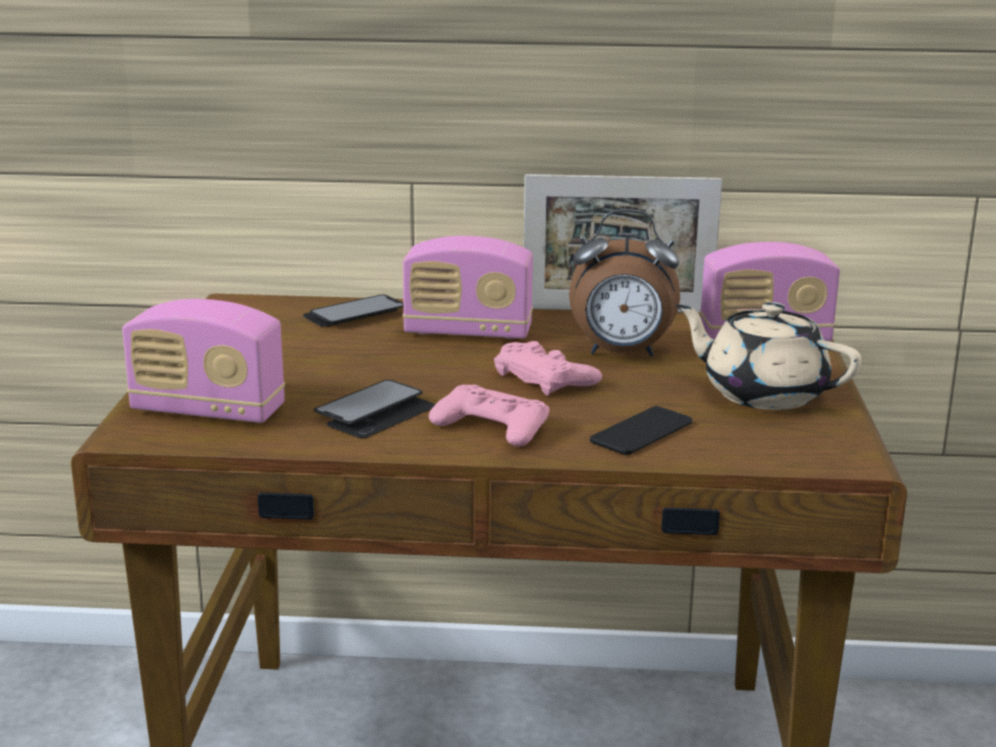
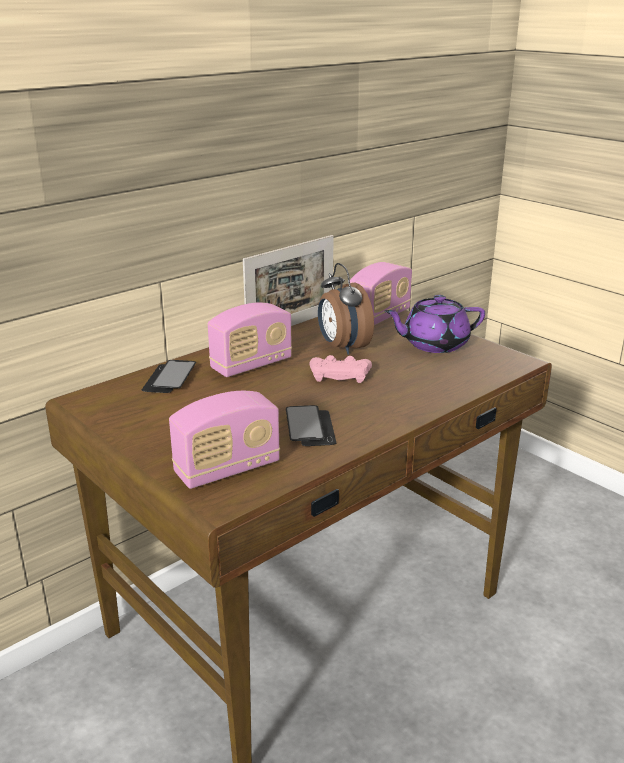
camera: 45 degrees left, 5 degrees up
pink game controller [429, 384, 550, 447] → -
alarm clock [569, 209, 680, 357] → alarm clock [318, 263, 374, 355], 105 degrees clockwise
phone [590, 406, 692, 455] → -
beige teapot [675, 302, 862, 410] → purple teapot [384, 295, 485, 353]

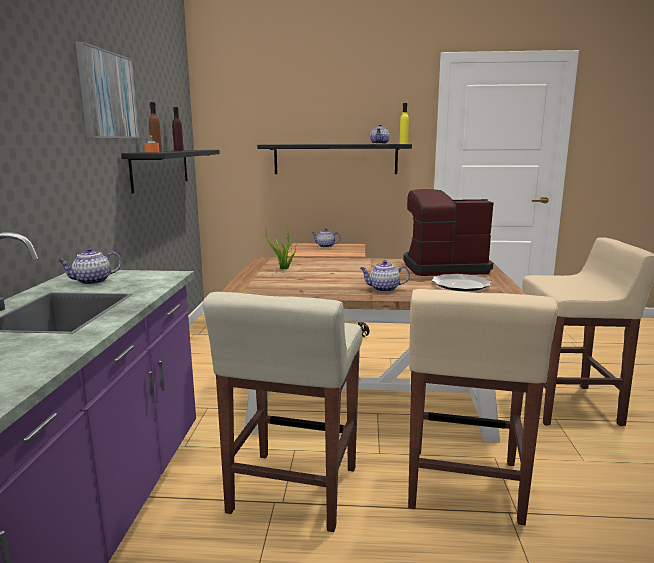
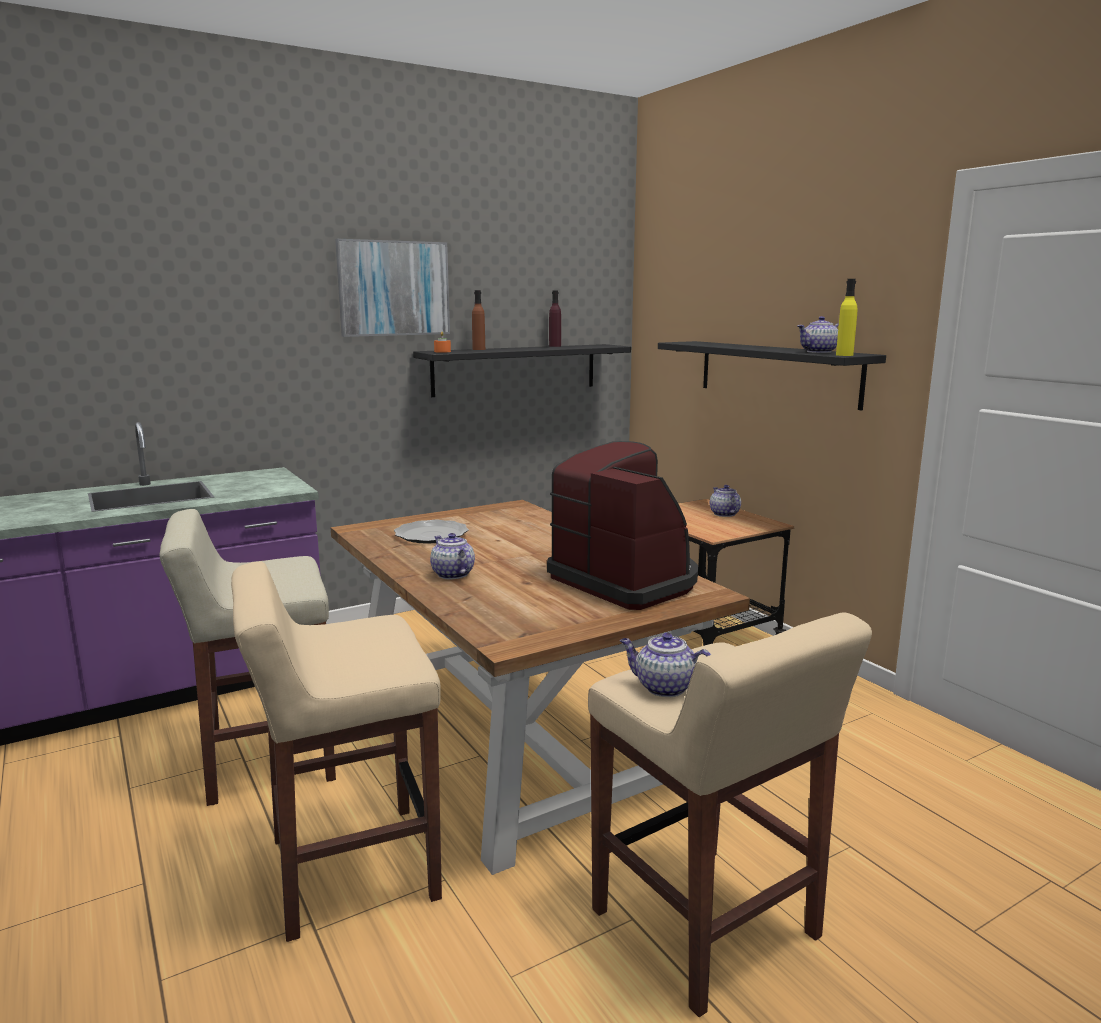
camera: 55 degrees right, 0 degrees up
teapot [57, 248, 122, 285] → teapot [620, 633, 711, 697], shifted
potted plant [263, 221, 296, 270] → -
plate [432, 274, 491, 291] → plate [394, 520, 469, 544], shifted

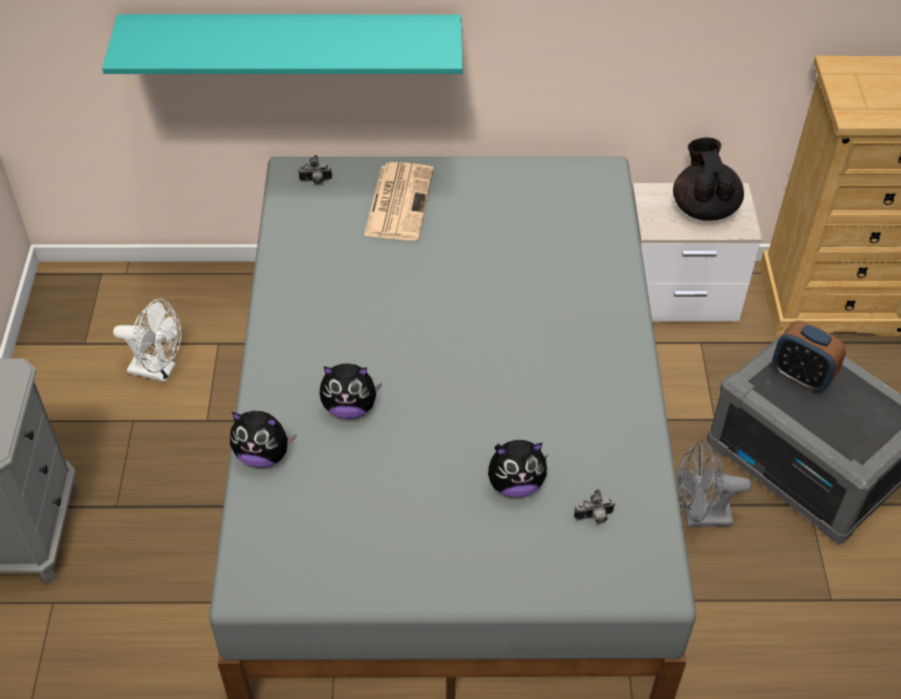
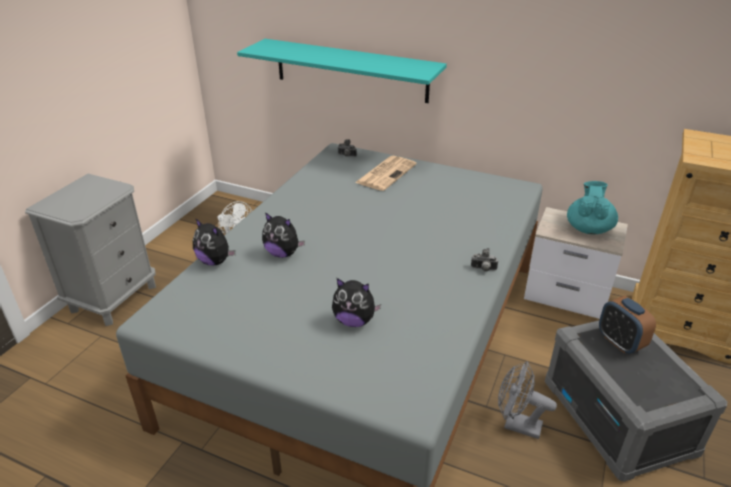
camera: 25 degrees right, 15 degrees down
photo camera [574, 489, 616, 524] → photo camera [471, 248, 498, 272], shifted
black teapot [673, 137, 744, 221] → turquoise teapot [567, 181, 618, 234]

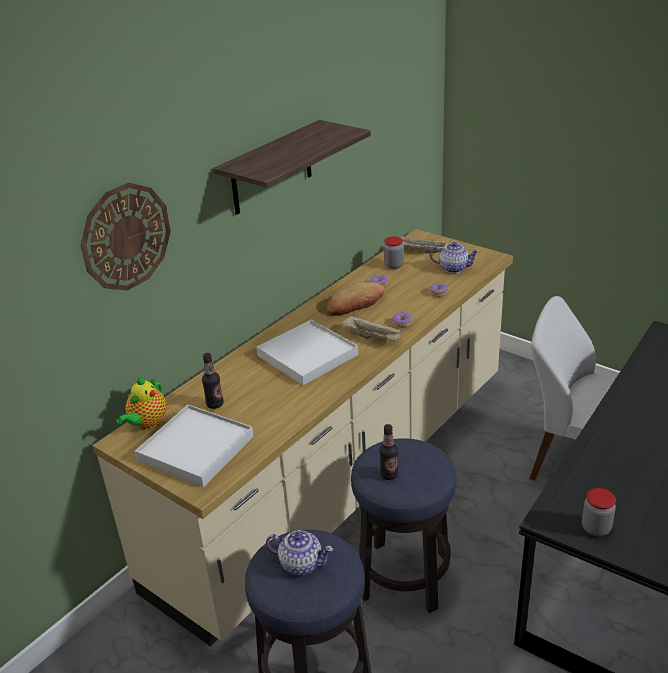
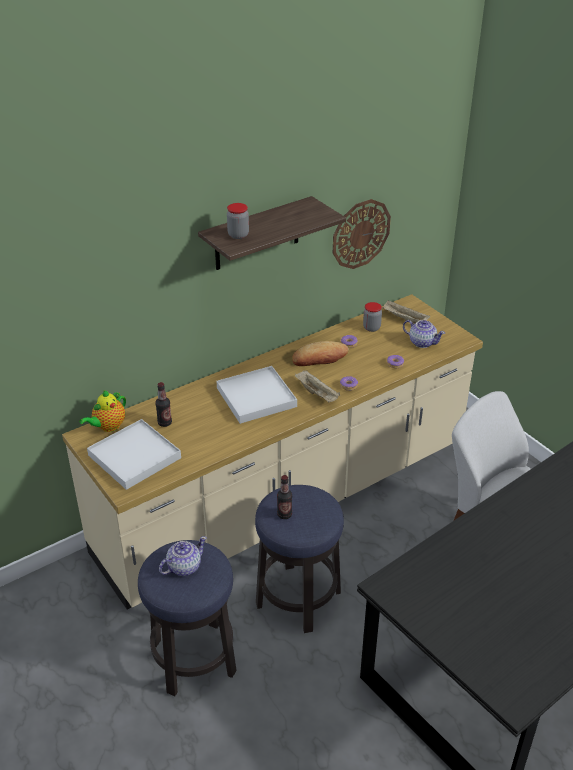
camera: 15 degrees right, 5 degrees up
wall clock [81, 182, 171, 291] → wall clock [333, 199, 391, 269], shifted
teapot [266, 530, 333, 575] → teapot [159, 536, 207, 576], 75 degrees counterclockwise
jar [582, 488, 616, 536] → jar [227, 203, 249, 239], shifted

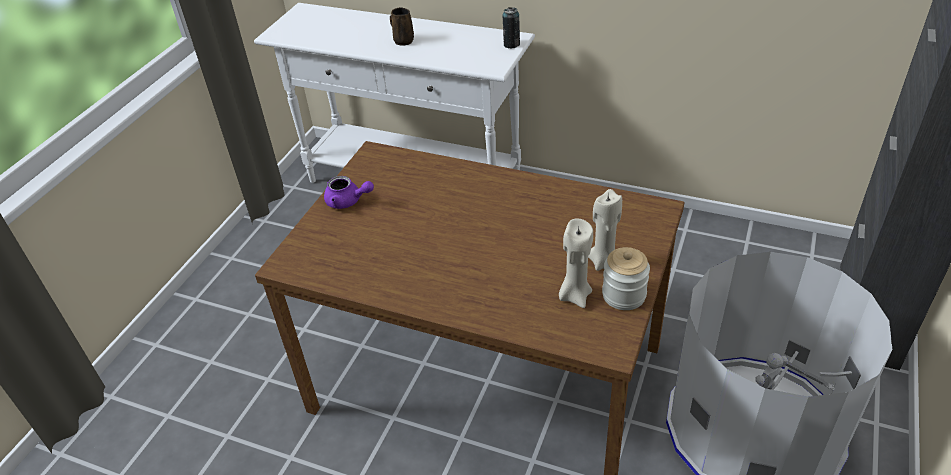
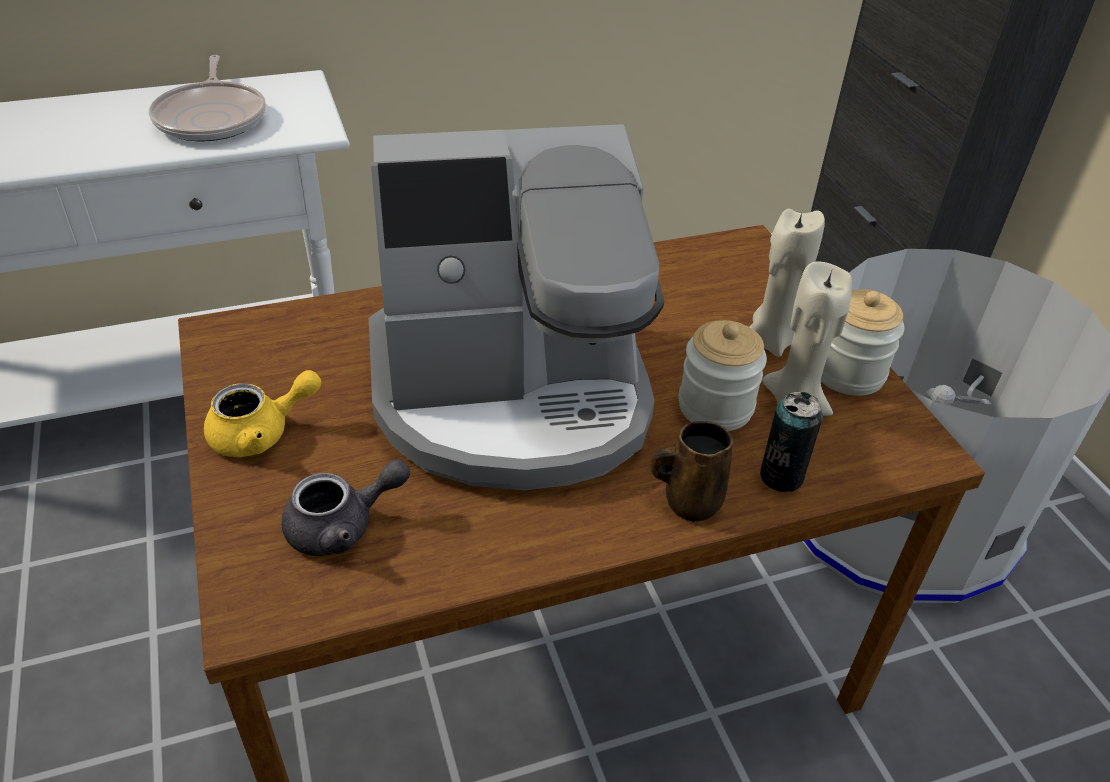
camera: 45 degrees left, 0 degrees up
purple teapot [324, 176, 374, 209] → yellow teapot [204, 370, 321, 457]
brown mug [390, 7, 414, 45] → brown mug [650, 421, 734, 522], shifted
can [503, 7, 520, 48] → can [760, 392, 823, 492], shifted
- → frying pan [149, 55, 266, 141]
- → grey teapot [281, 459, 410, 556]
- → coffee machine [369, 124, 664, 490]
- → jar [678, 320, 767, 431]

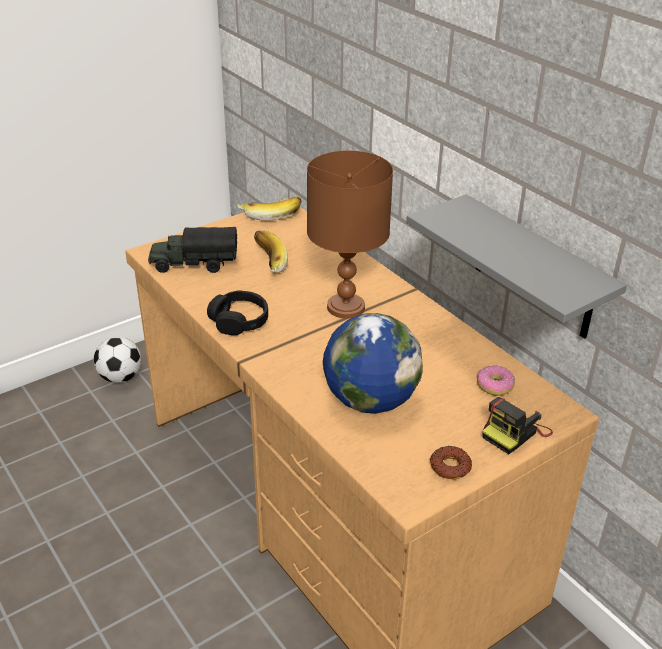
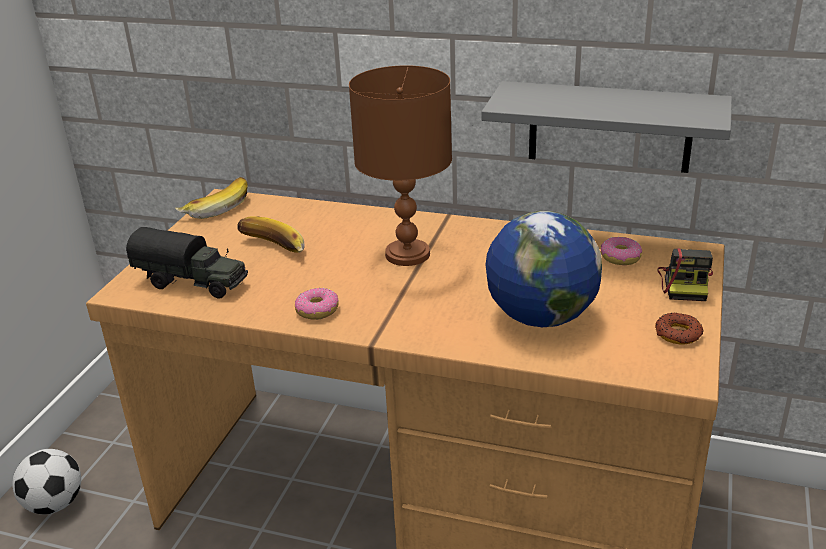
camera: 35 degrees left, 5 degrees down
toy truck [148, 227, 237, 273] → toy truck [126, 227, 248, 299], 120 degrees counterclockwise
black headphones [207, 291, 268, 335] → donut [295, 288, 339, 320]

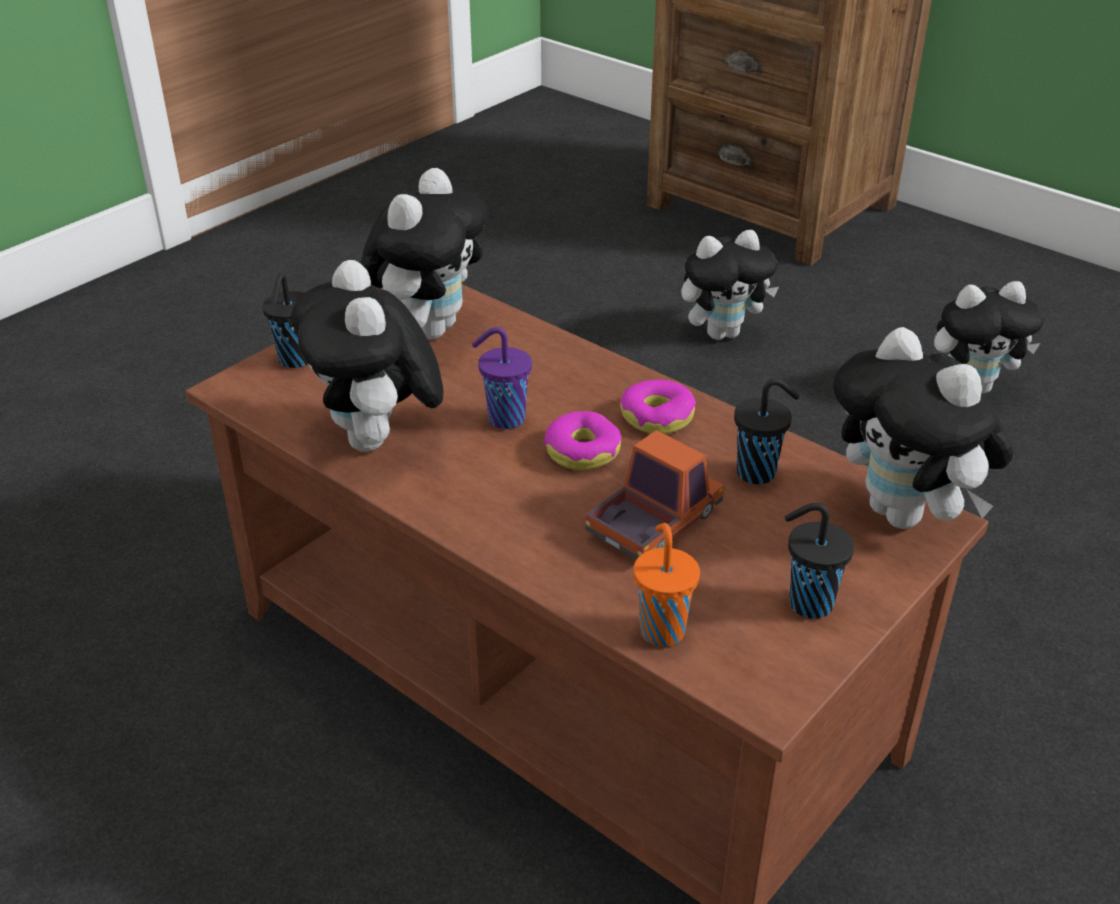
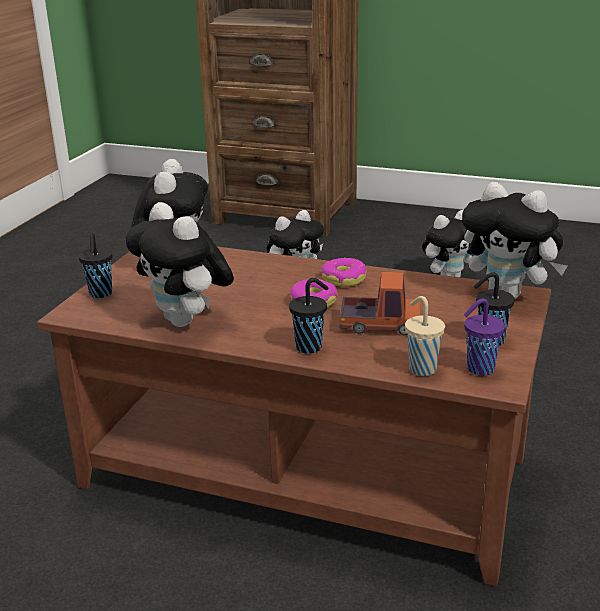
camera: 20 degrees left, 10 degrees down
purple cup [472, 327, 532, 429] → purple cup [464, 298, 505, 376], shifted
toy truck [585, 430, 724, 560] → toy truck [340, 272, 420, 336], 75 degrees clockwise
orange cup [633, 523, 700, 647] → beige cup [405, 296, 445, 376]
black cup [734, 378, 800, 484] → black cup [289, 278, 329, 354], shifted

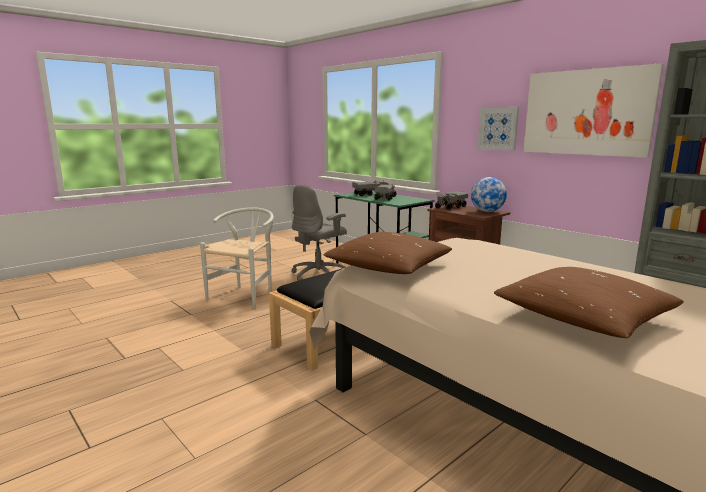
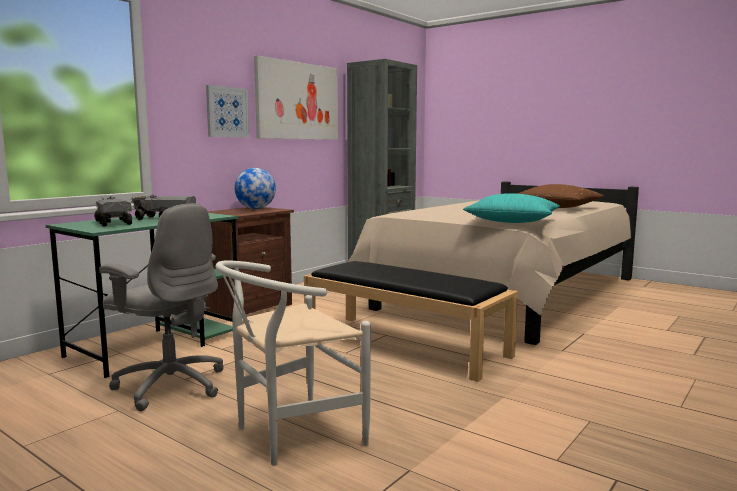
camera: 100 degrees left, 5 degrees down
white chair [200, 208, 274, 309] → white chair [215, 260, 371, 466], 45 degrees counterclockwise
brown pillow [324, 232, 452, 274] → turquoise pillow [463, 193, 560, 223]
toy truck [435, 191, 468, 210] → -

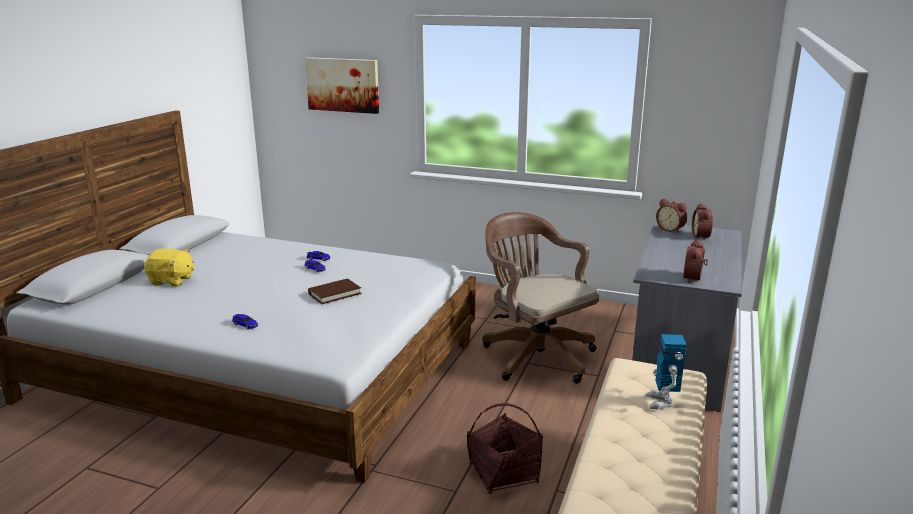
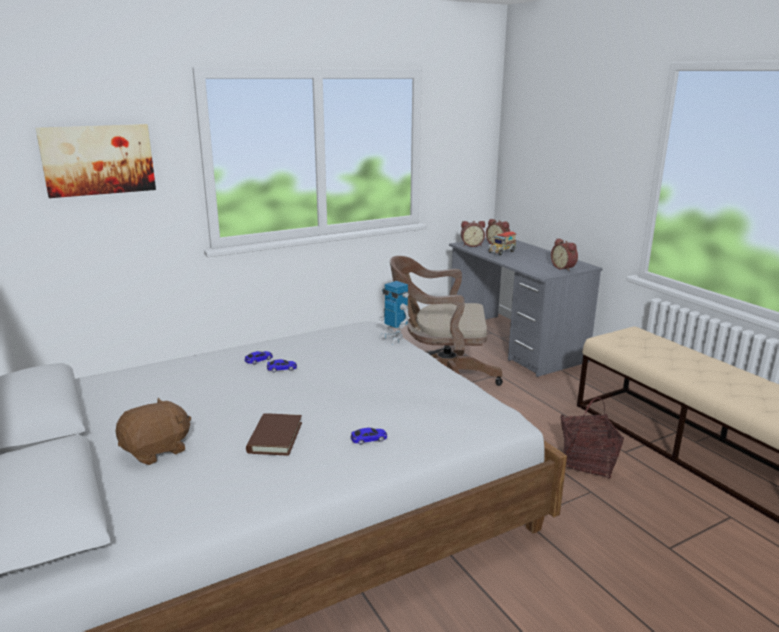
camera: 50 degrees left, 0 degrees up
yellow plush toy [144, 249, 195, 286] → brown plush toy [116, 398, 191, 465]
brown book [308, 278, 361, 304] → brown book [246, 413, 302, 456], shifted
toy robot [645, 334, 687, 409] → toy robot [378, 281, 410, 344], shifted
- → toy truck [488, 231, 517, 255]

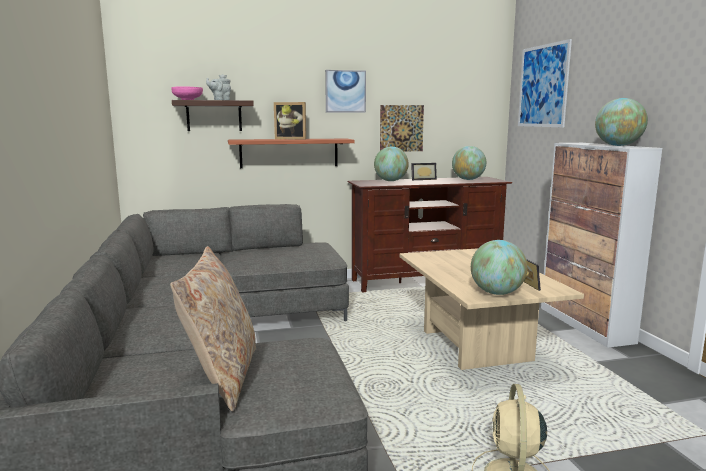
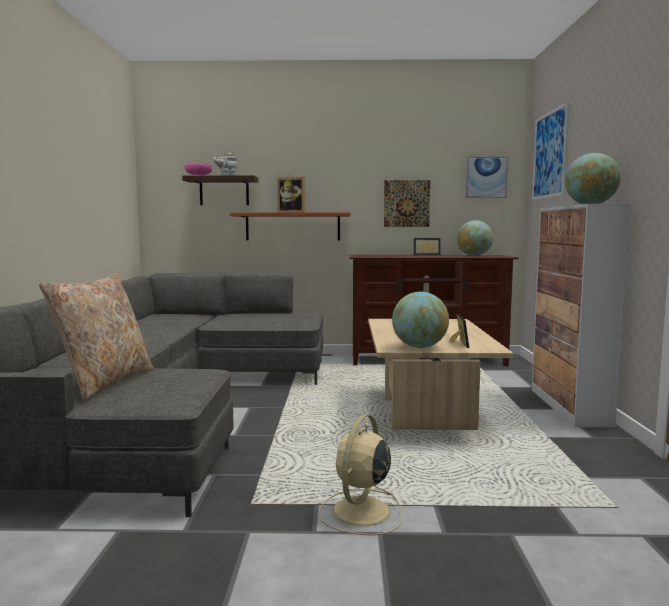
camera: 15 degrees right, 5 degrees down
picture [325, 70, 366, 113] → picture [466, 157, 508, 198], shifted
globe [374, 147, 409, 181] → -

